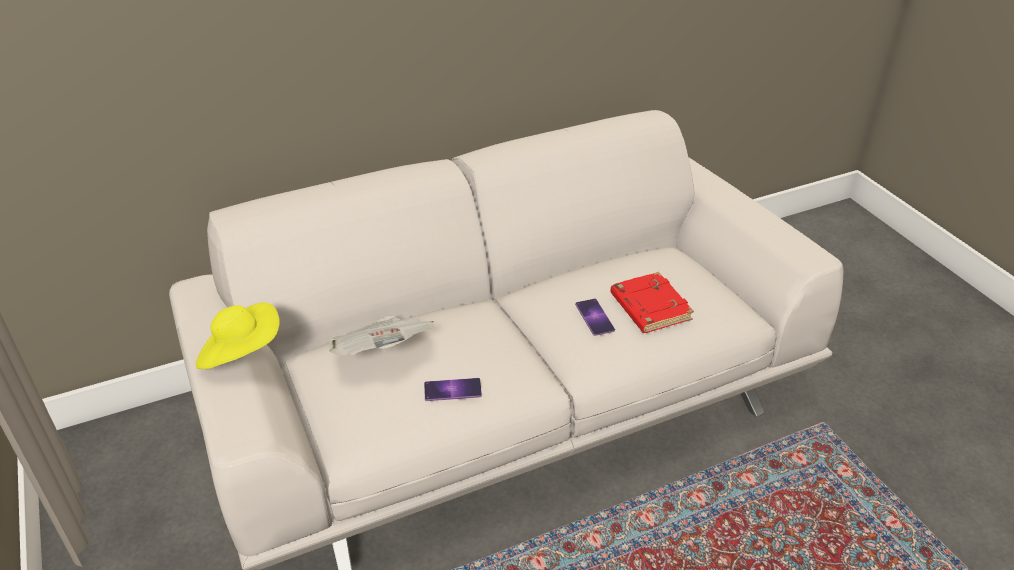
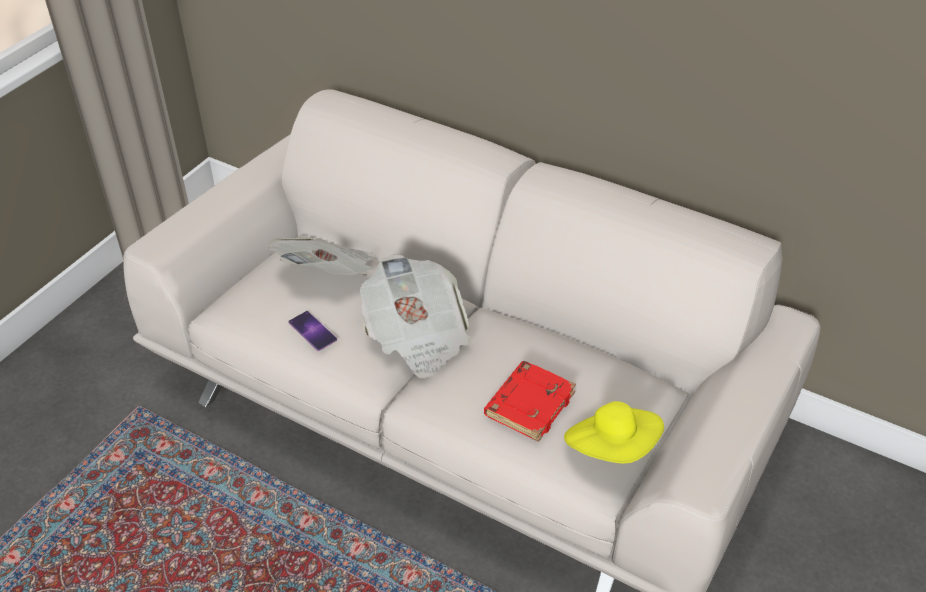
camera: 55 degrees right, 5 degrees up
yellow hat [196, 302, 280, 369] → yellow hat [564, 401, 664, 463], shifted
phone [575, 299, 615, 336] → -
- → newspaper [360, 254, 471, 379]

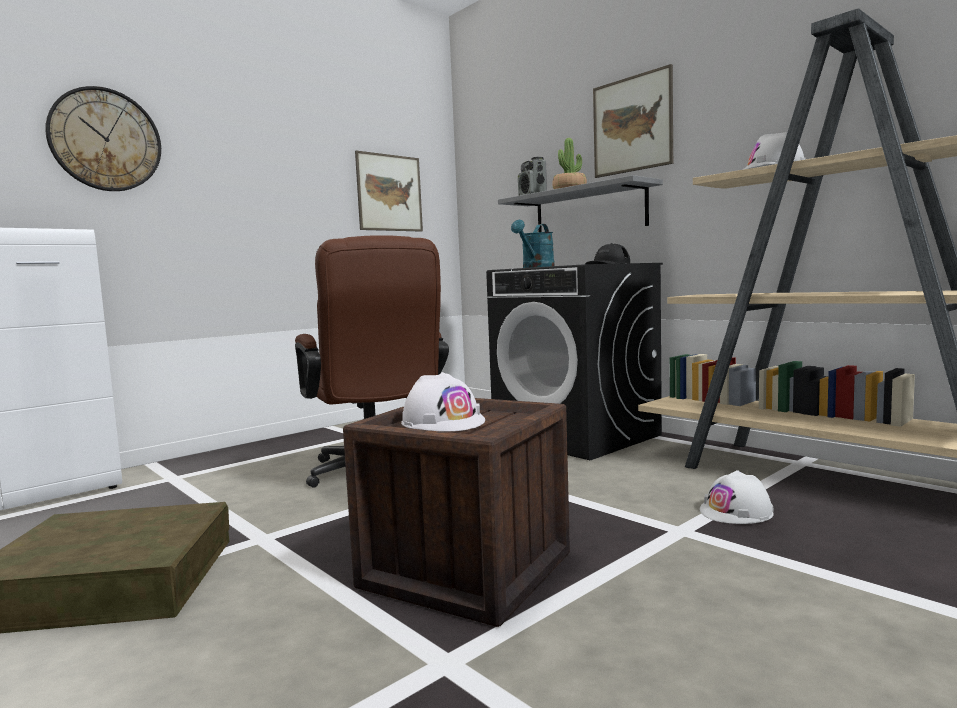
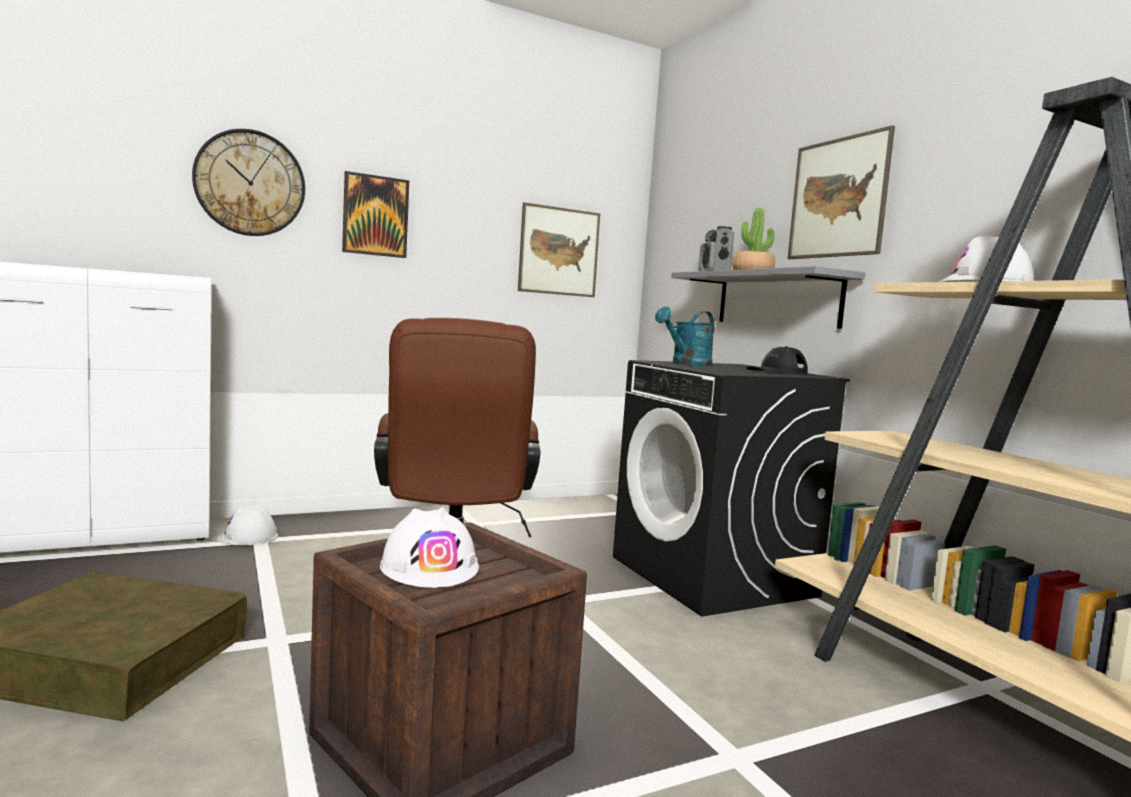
camera: 15 degrees right, 0 degrees up
white hard hat [700, 470, 774, 524] → white hard hat [217, 506, 278, 545], shifted
- → picture [342, 171, 409, 258]

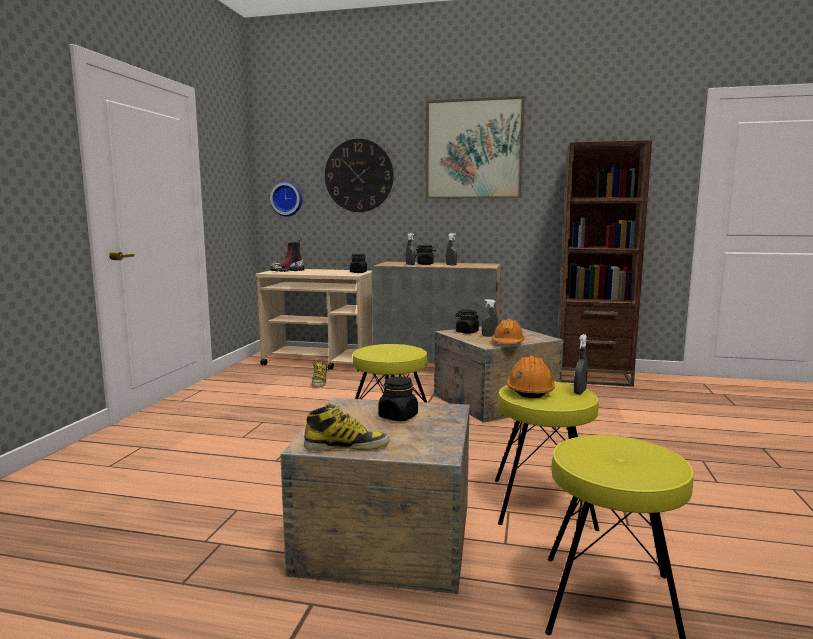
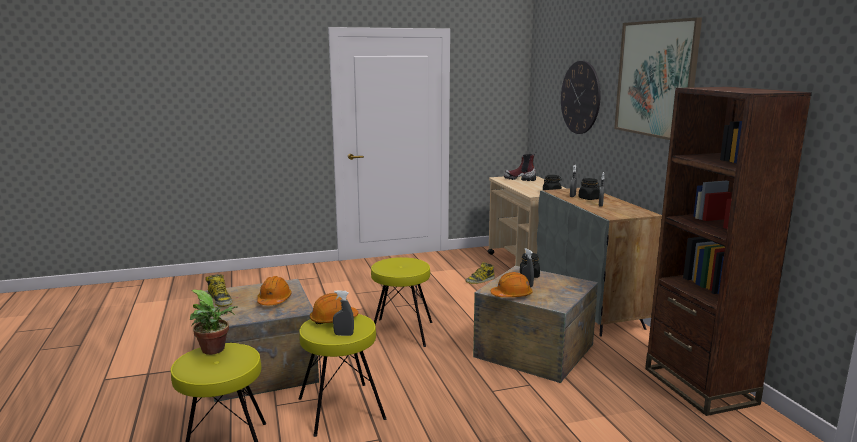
camera: 60 degrees right, 5 degrees up
wall clock [270, 181, 302, 217] → -
black jar [378, 377, 418, 421] → orange hard hat [257, 276, 292, 305]
- → potted plant [190, 289, 238, 355]

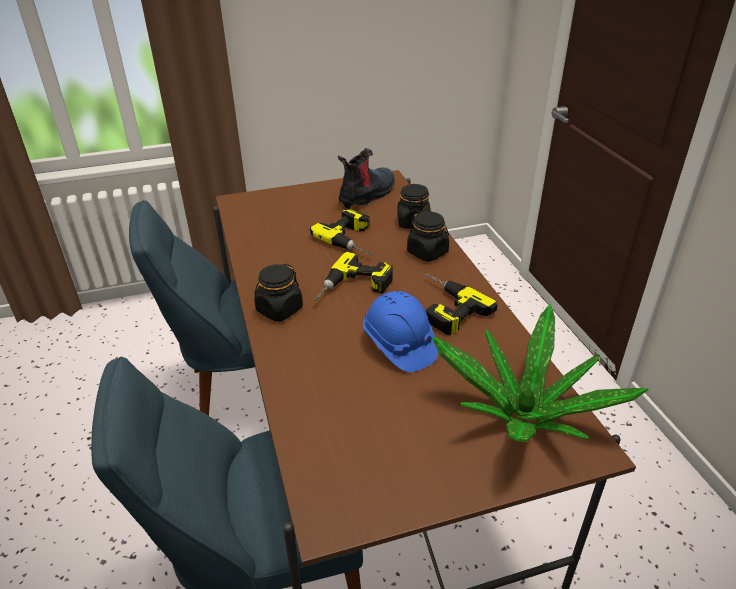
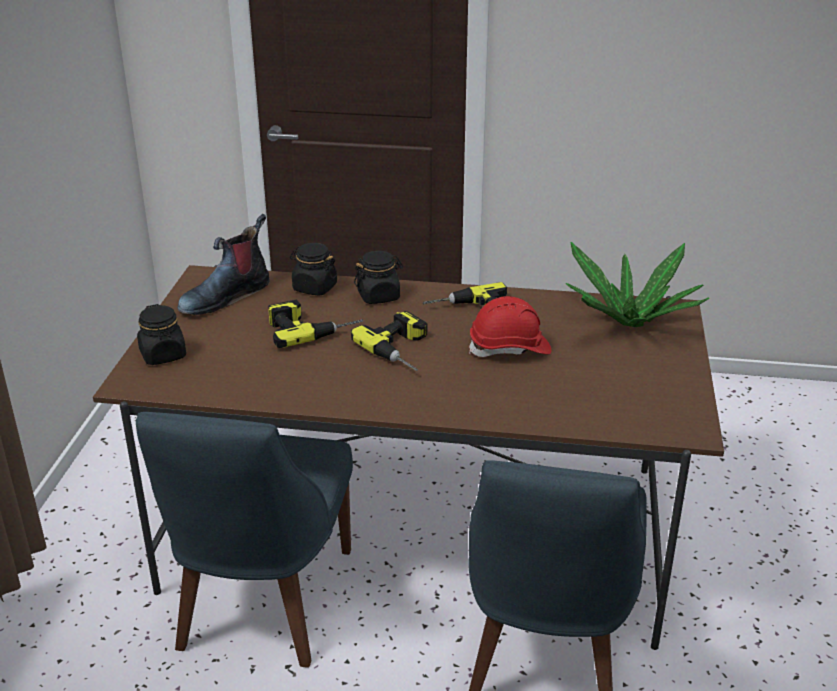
camera: 65 degrees left, 5 degrees down
black jar [254, 264, 303, 322] → black jar [137, 304, 186, 365], shifted
boot [338, 148, 395, 209] → boot [177, 214, 270, 315], 105 degrees counterclockwise
blue hard hat [363, 291, 438, 372] → red hard hat [469, 296, 551, 357]

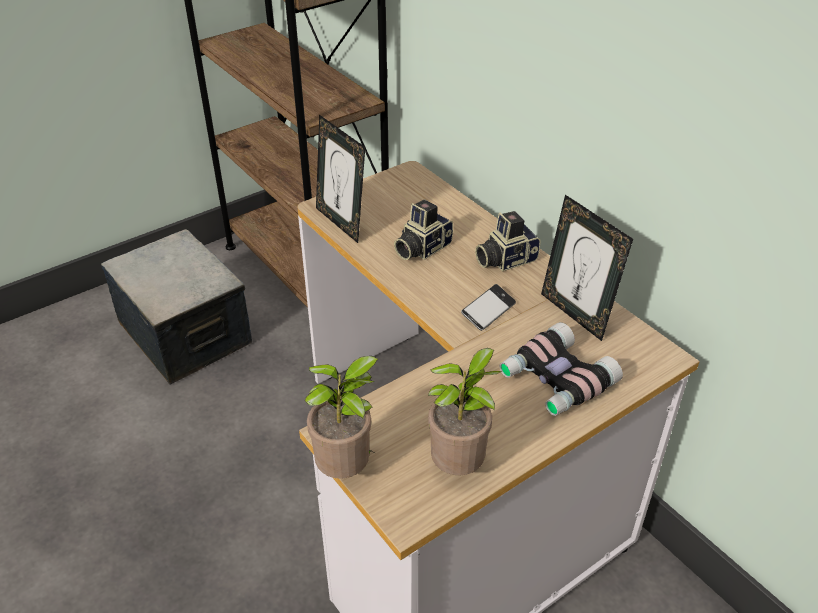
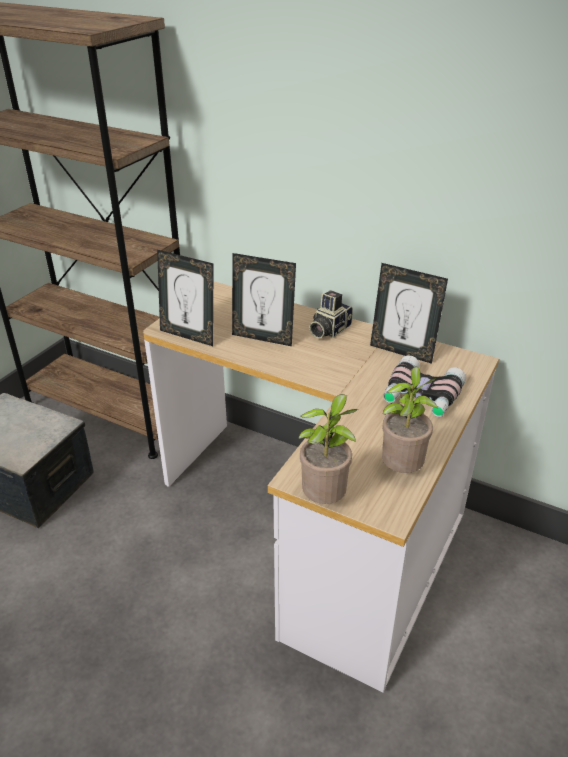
camera: 25 degrees left, 5 degrees down
photo camera [394, 200, 453, 260] → picture frame [232, 253, 296, 346]
phone [461, 284, 516, 331] → -

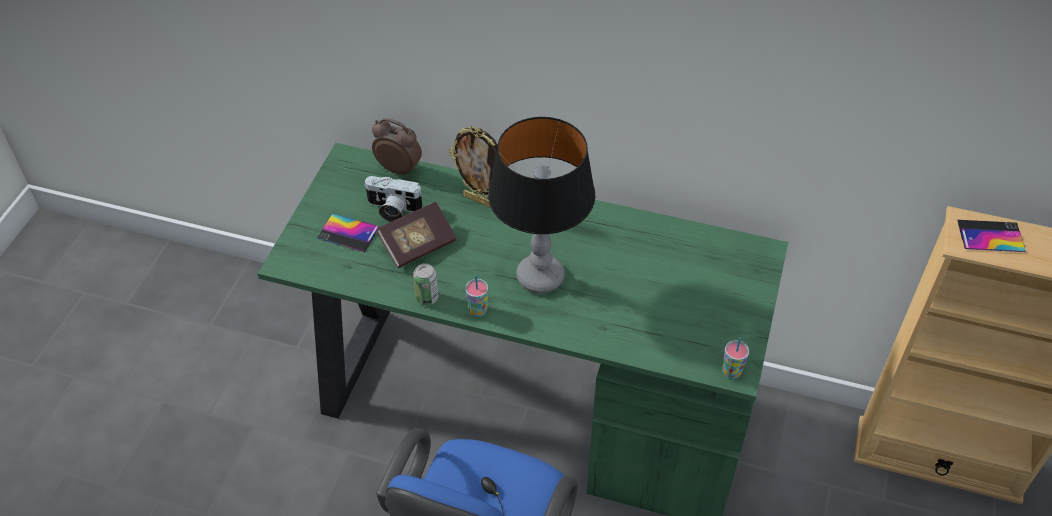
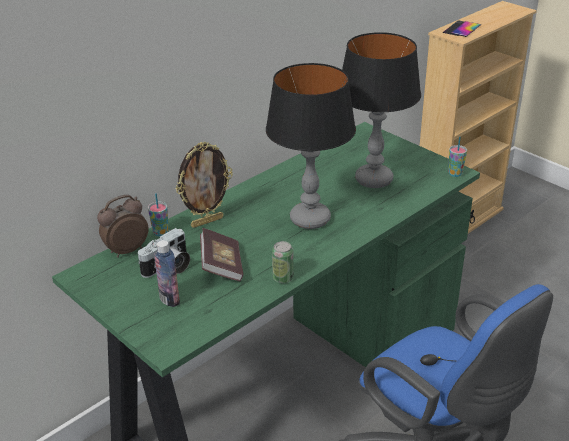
camera: 60 degrees left, 15 degrees down
phone [317, 213, 380, 252] → bottle [154, 240, 180, 307]
cup [465, 275, 488, 317] → cup [148, 193, 169, 236], shifted
- → table lamp [342, 32, 421, 188]

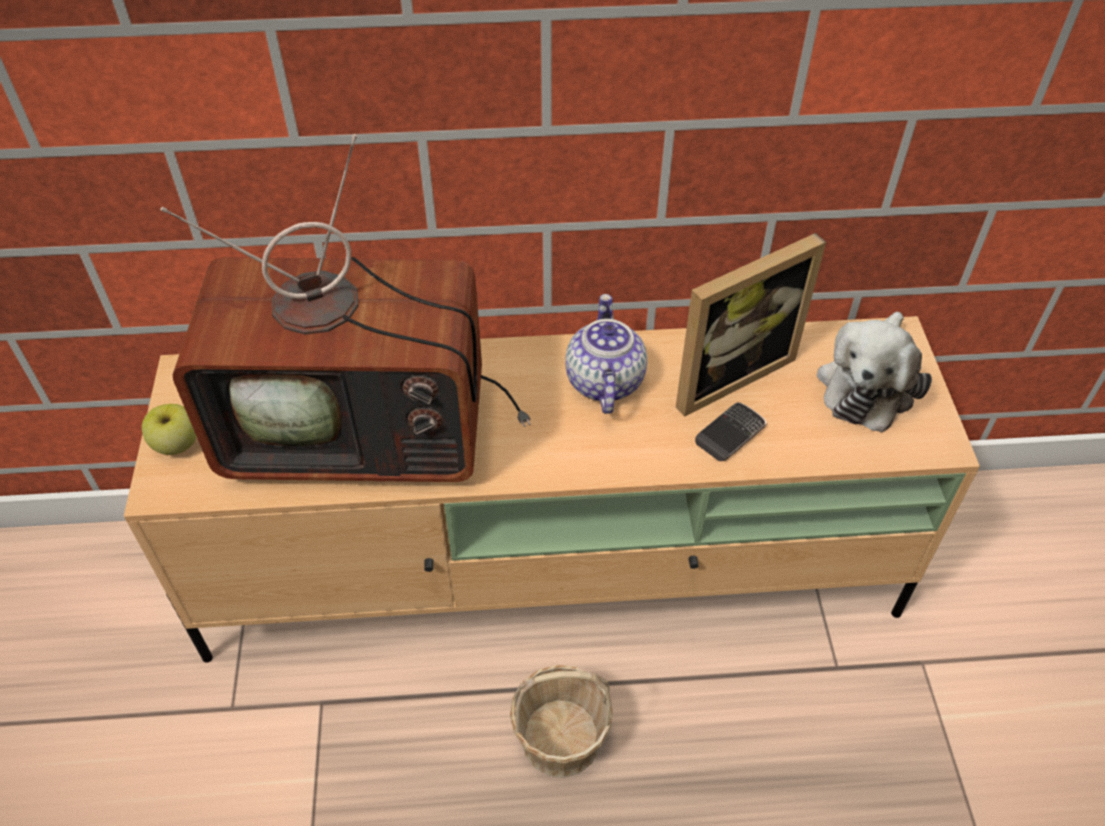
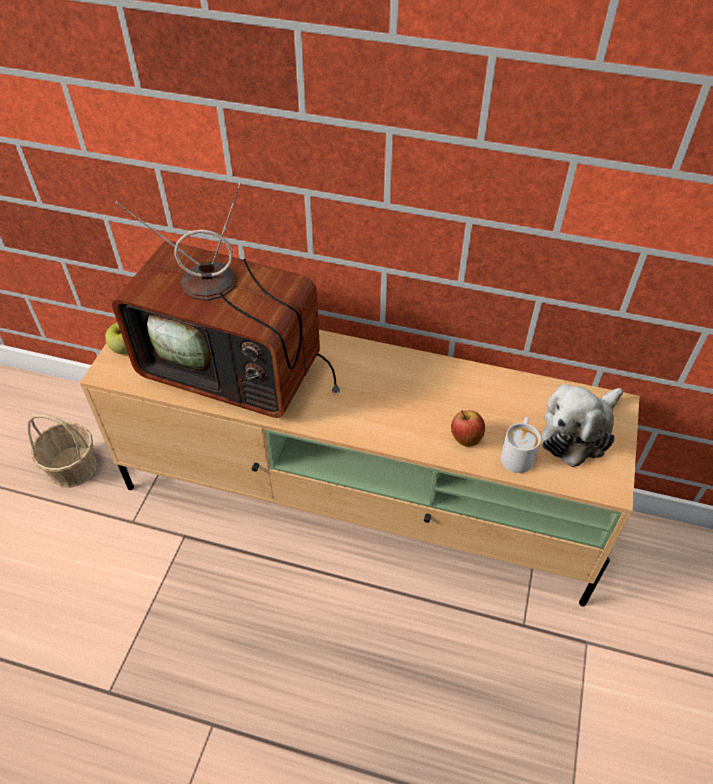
camera: 20 degrees right, 0 degrees up
basket [510, 665, 613, 778] → basket [27, 414, 97, 488], shifted
teapot [565, 294, 647, 414] → -
picture frame [676, 233, 826, 417] → -
phone [695, 402, 767, 461] → apple [451, 410, 485, 447]
- → white mug [501, 417, 541, 473]

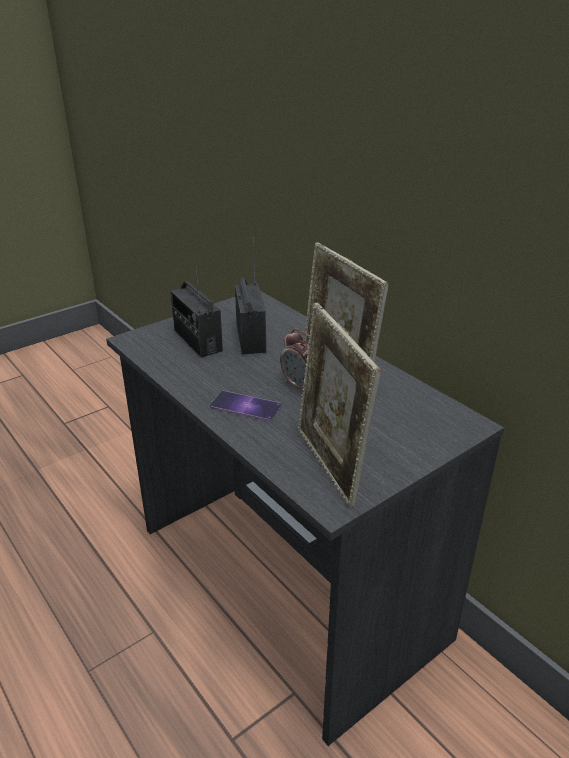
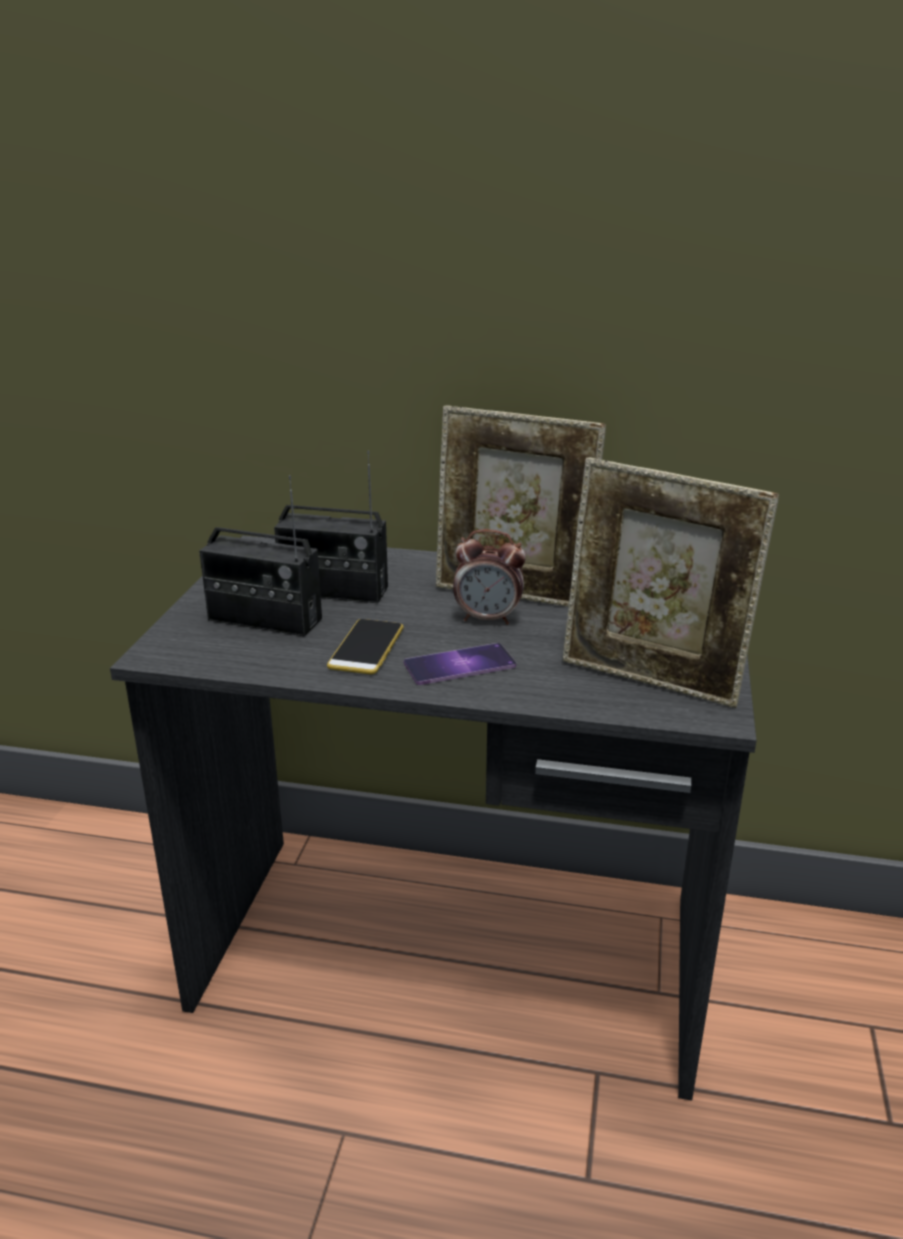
camera: 40 degrees left, 5 degrees down
radio [235, 237, 266, 354] → radio [274, 451, 388, 603], 150 degrees clockwise
- → phone [327, 619, 404, 674]

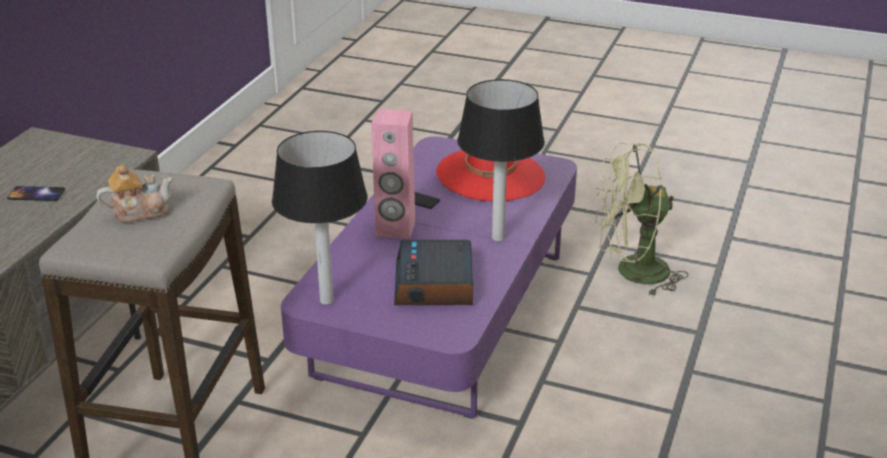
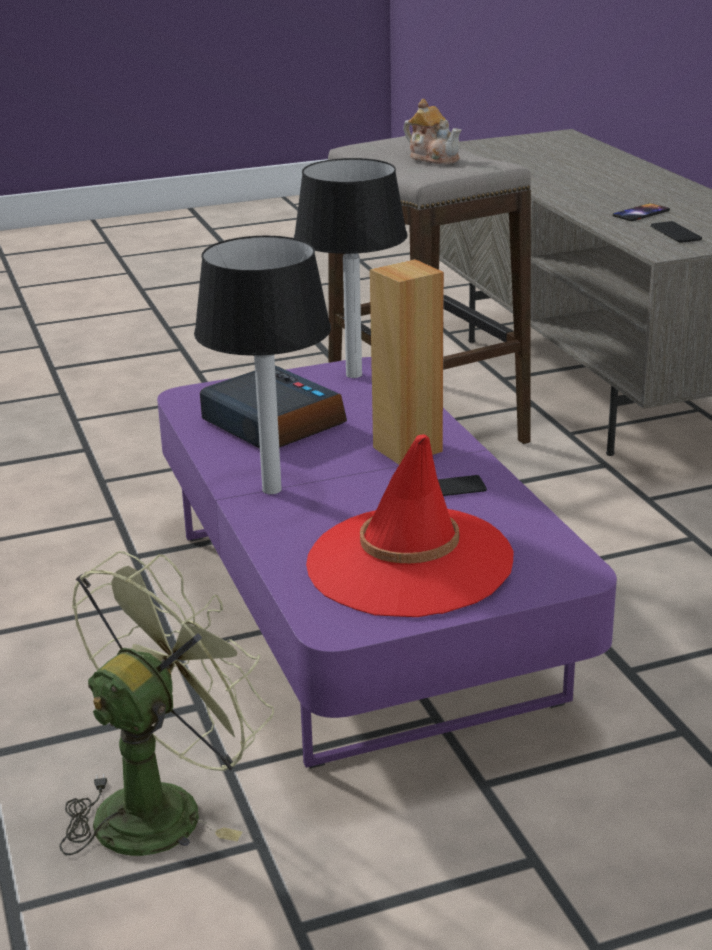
camera: 140 degrees right, 5 degrees down
teapot [96, 165, 173, 222] → teapot [403, 99, 462, 164], 75 degrees counterclockwise
pink speaker [371, 109, 415, 239] → brown speaker [370, 259, 444, 465]
- → phone [651, 221, 702, 243]

